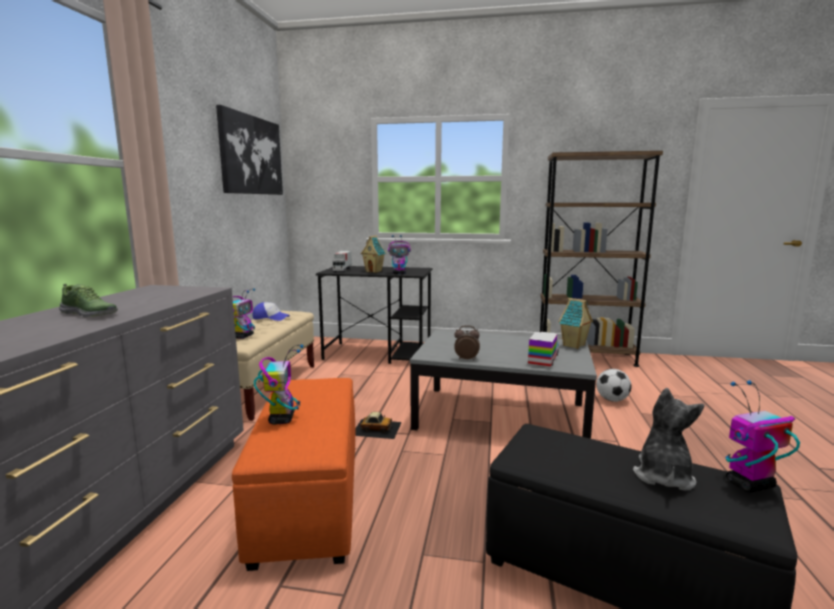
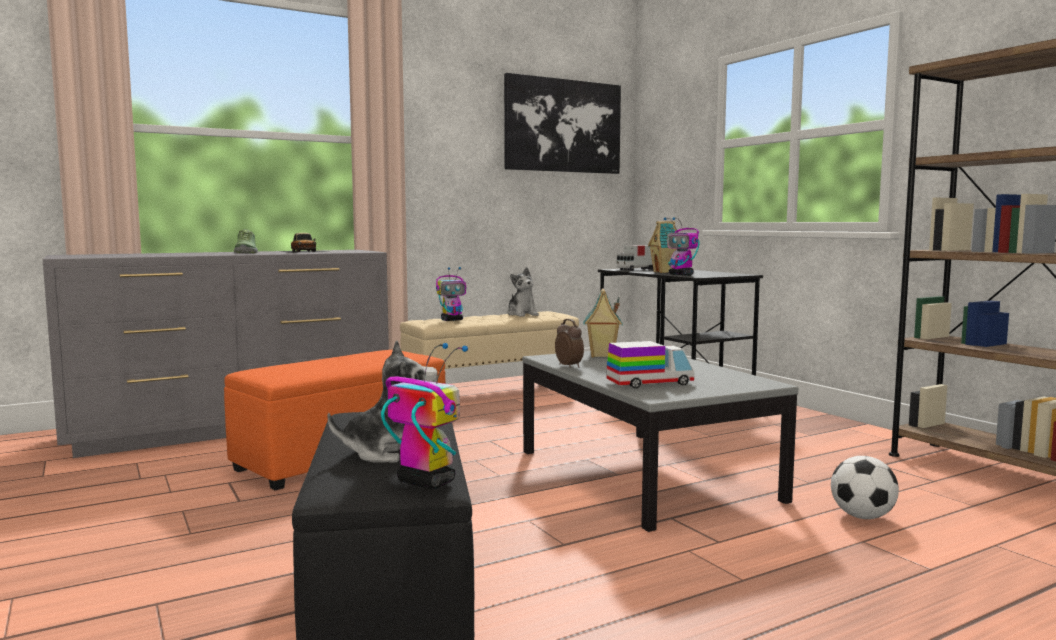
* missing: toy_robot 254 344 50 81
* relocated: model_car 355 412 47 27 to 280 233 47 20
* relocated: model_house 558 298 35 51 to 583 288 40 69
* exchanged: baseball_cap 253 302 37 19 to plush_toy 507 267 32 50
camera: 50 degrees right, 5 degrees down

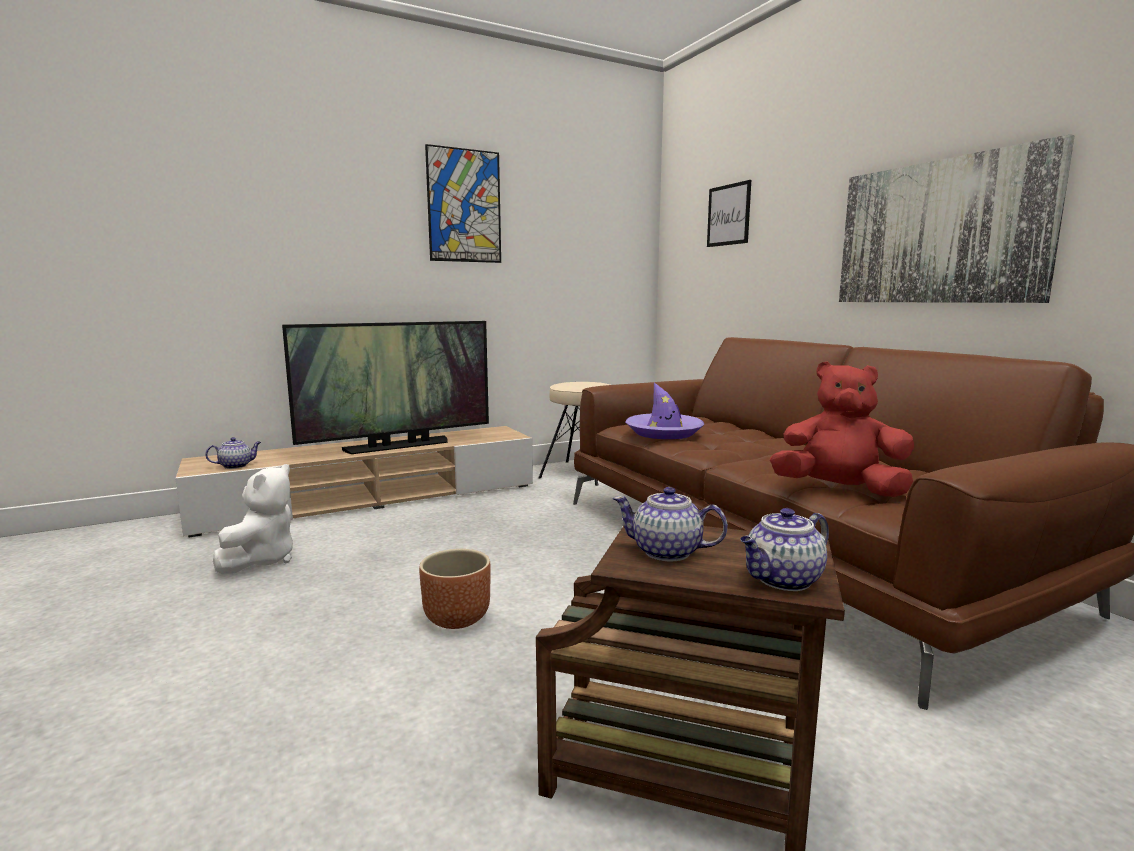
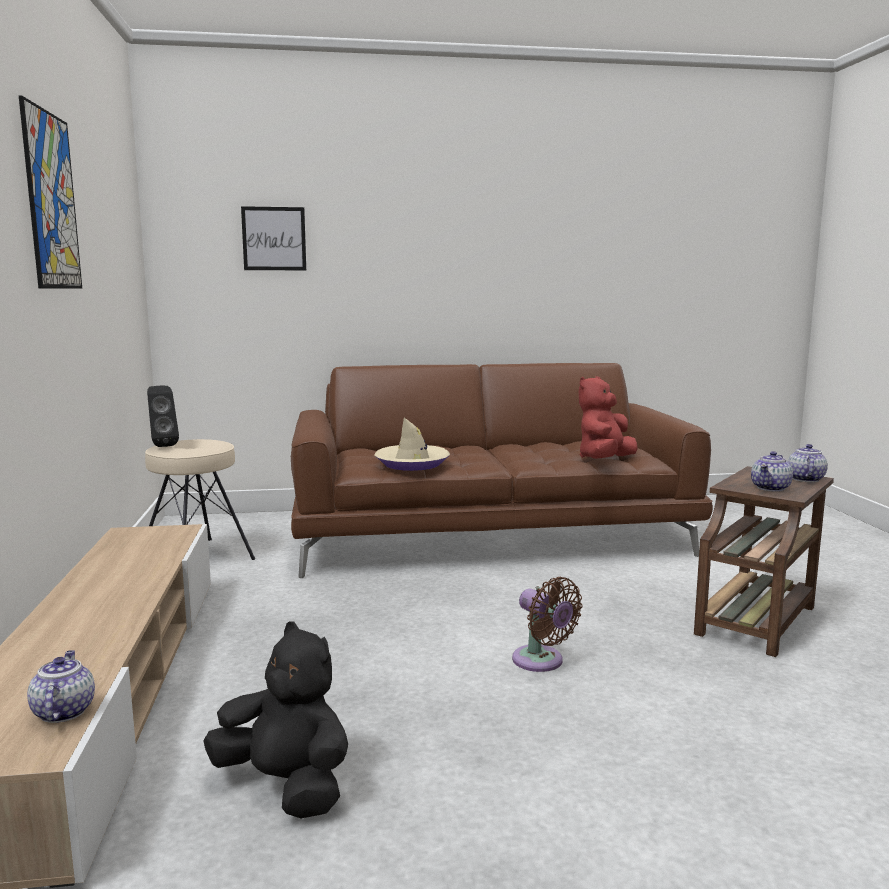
* missing: television 282 321 207 133
* missing: wall_art 839 134 236 169
* appeared: blackish_audio_speaker 147 386 32 61
* exchanged: brown-coloured_flower_pot 419 549 72 80 to brown-coloured_fan 512 577 71 95
* colour: white_plush_toy 213 464 80 110 to blackish_plush_toy 203 622 145 196
* colour: purple-coloured_hat 625 382 79 57 to sand-coloured_hat 375 417 75 54
* spun: tea_pot 740 508 89 83 = 787 444 41 38 150 degrees counterclockwise
camera: 70 degrees left, 0 degrees up

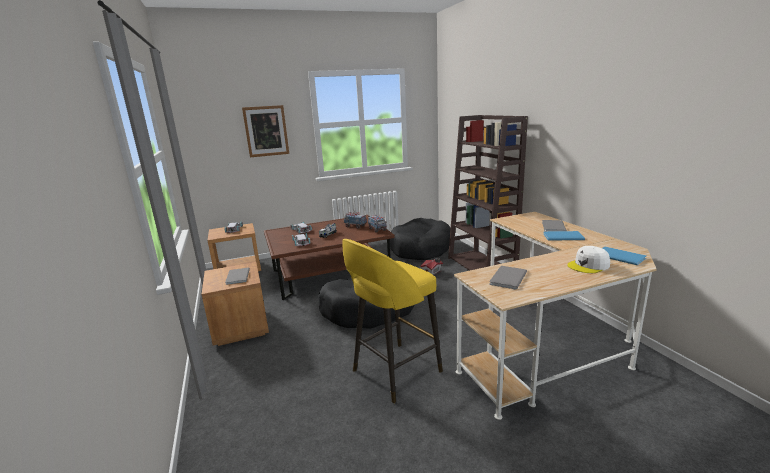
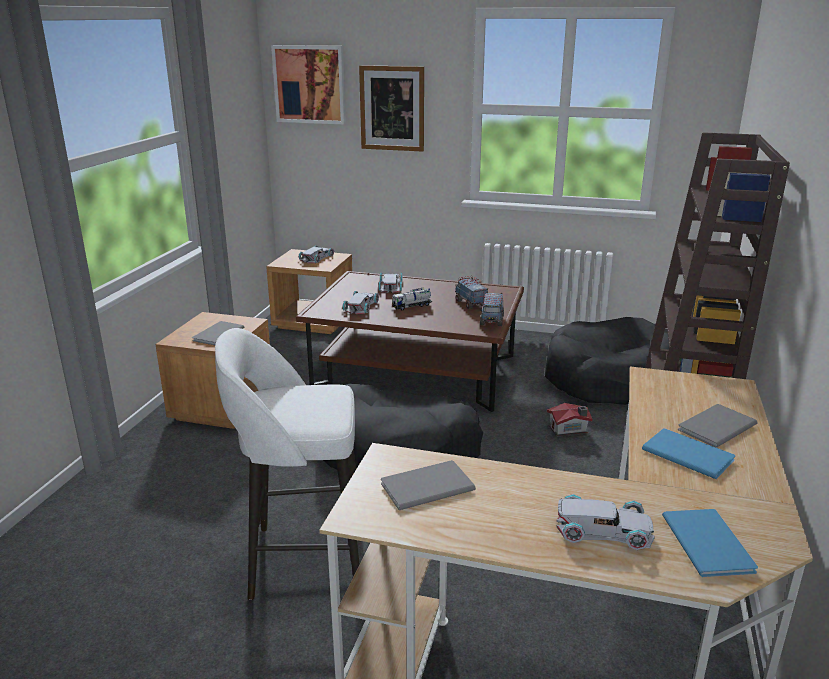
* appeared: wall_art 271 45 75 79
* exchanged: white_baseball_cap 567 246 43 27 to white_model_car 557 494 98 56
* colour: yellowish_sitting_stool 342 239 101 164 to white_sitting_stool 215 328 144 272
camera: 35 degrees right, 5 degrees up

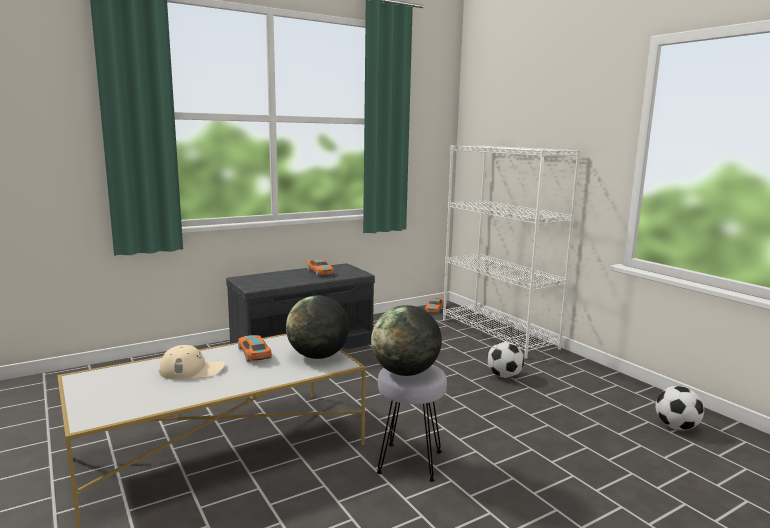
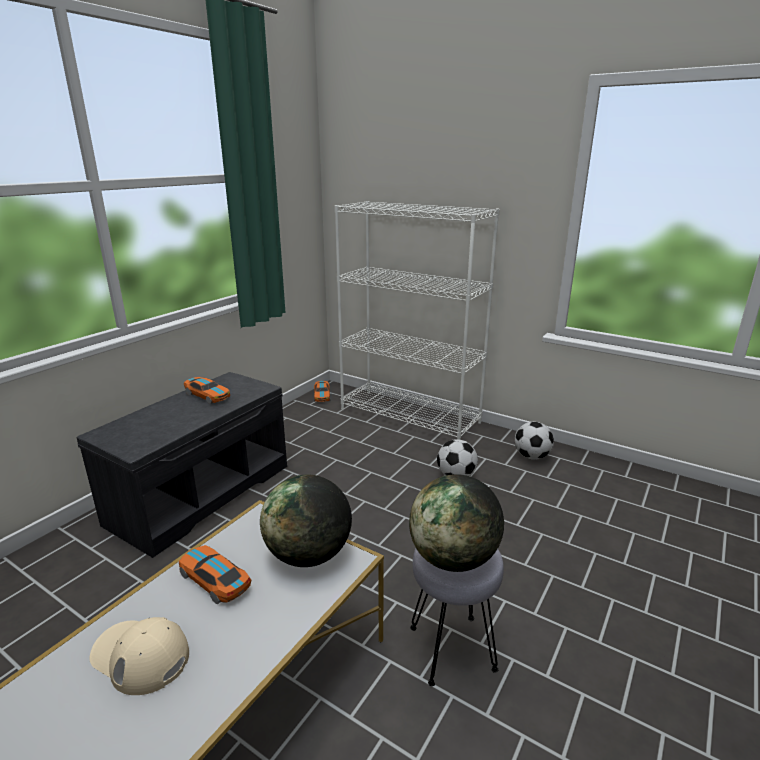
* relocated: ball_for_football 655 386 49 44 to 515 422 39 38
* spun: sand-coloured_baseball_cap 159 345 66 35 = 90 617 99 78 120 degrees counterclockwise
camera: 25 degrees left, 10 degrees up

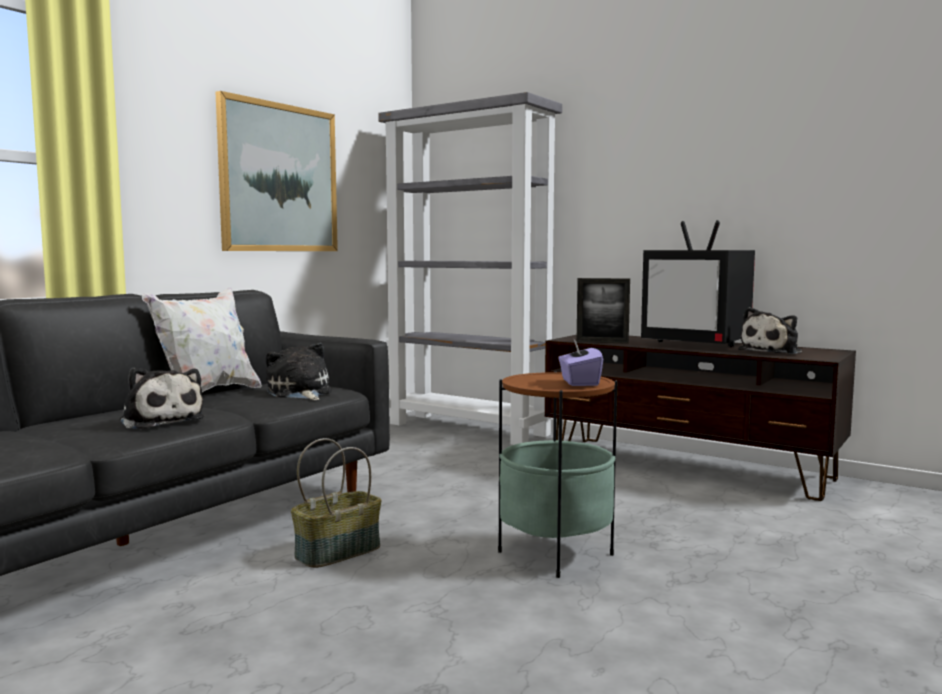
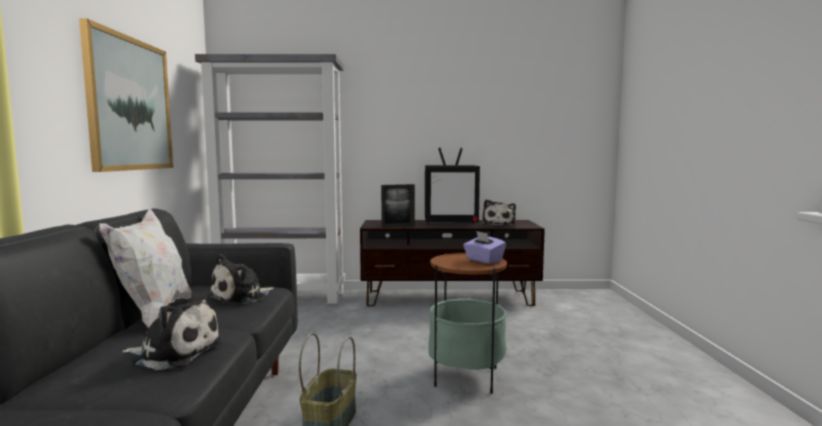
* spun: plush_toy 266 343 66 57 = 208 254 66 51 75 degrees counterclockwise
camera: 35 degrees left, 0 degrees up

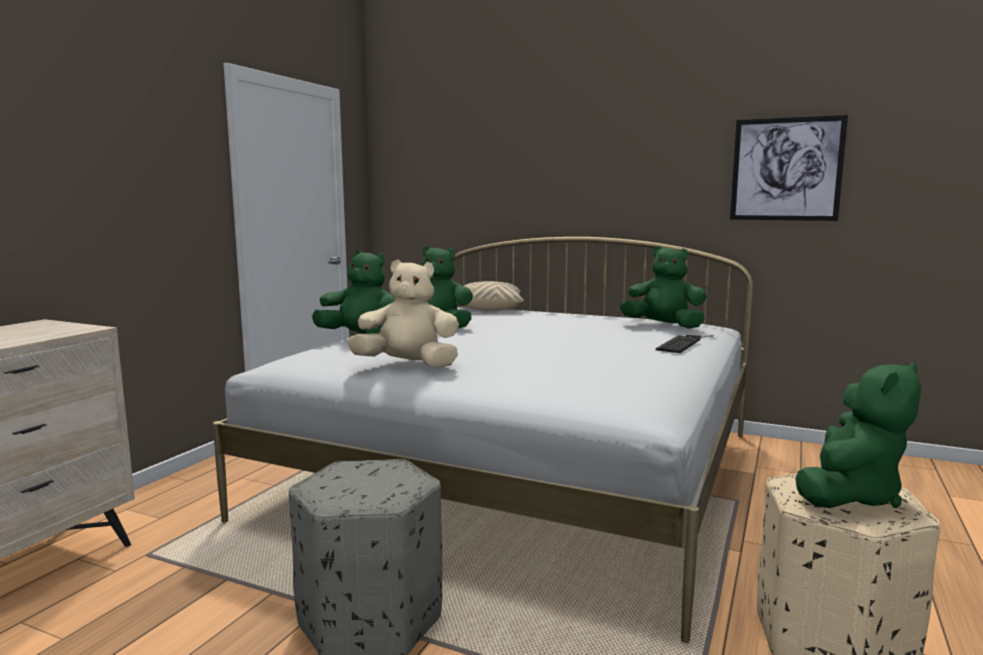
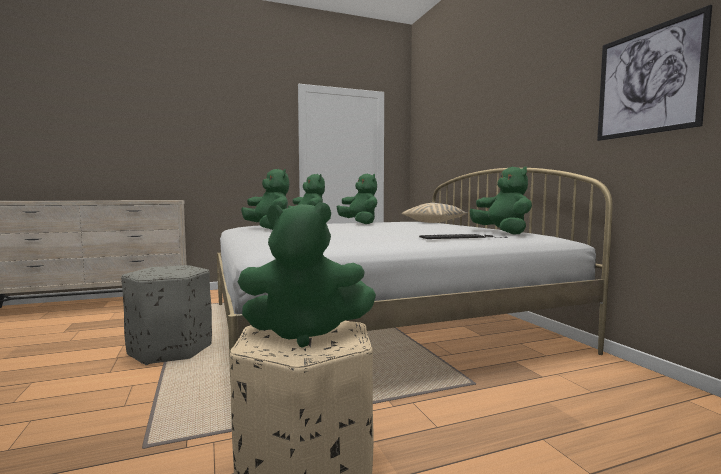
* colour: sand-coloured_plush_toy 347 260 112 108 to green_plush_toy 241 169 49 61
camera: 45 degrees right, 5 degrees down

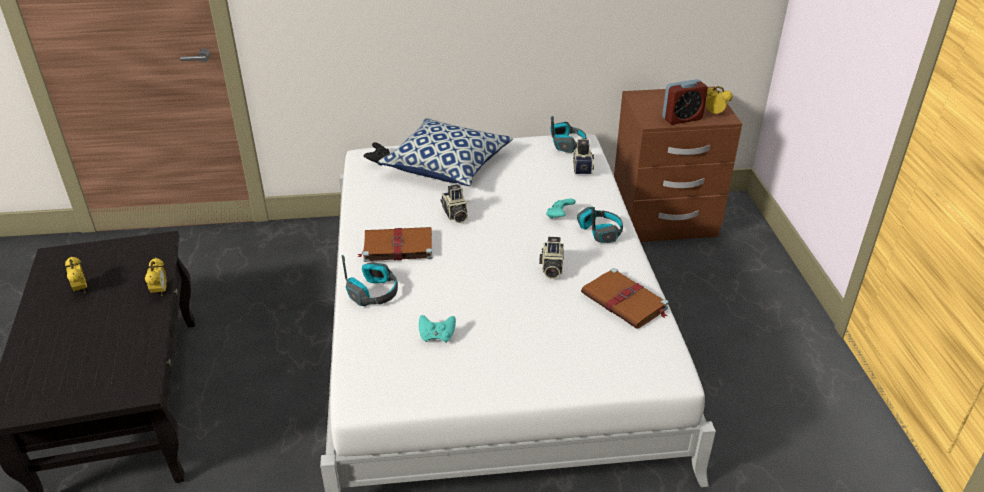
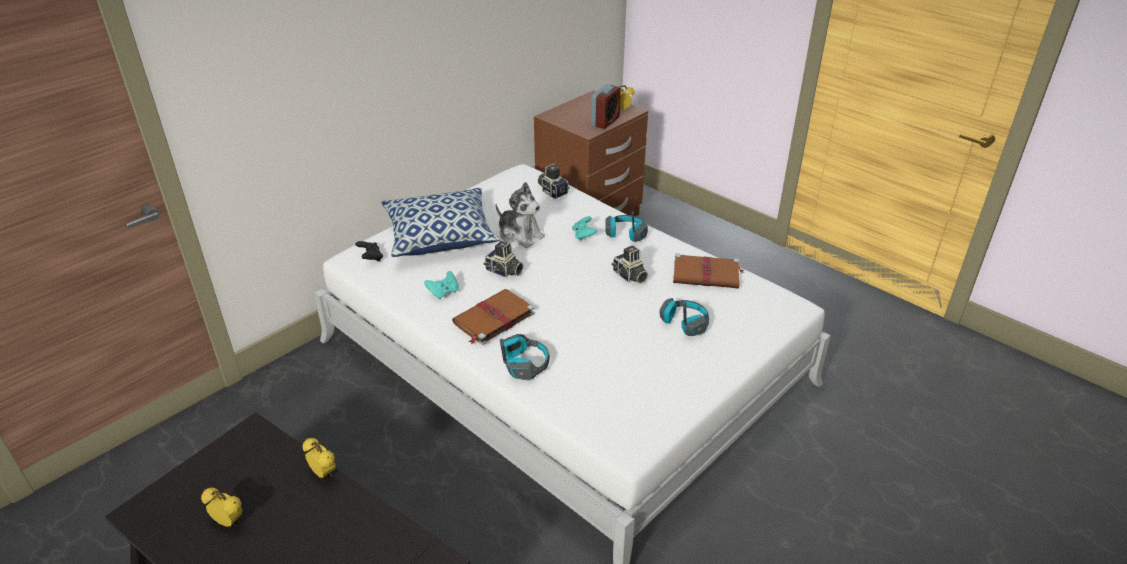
* appeared: plush_toy 495 182 50 66
* relocated: turquoise_game_controller 419 315 37 28 to 424 271 35 29
* relocated: pair_of_headphones 550 116 37 37 to 660 298 49 38
camera: 40 degrees left, 0 degrees up

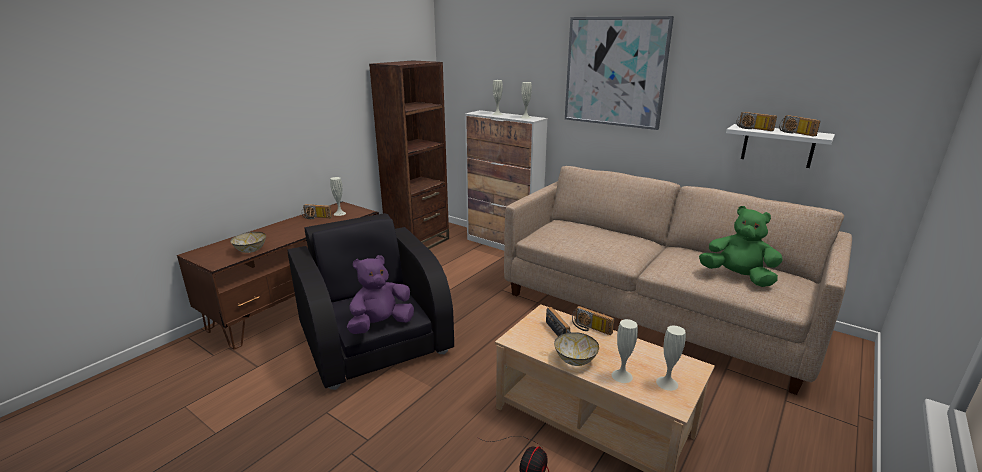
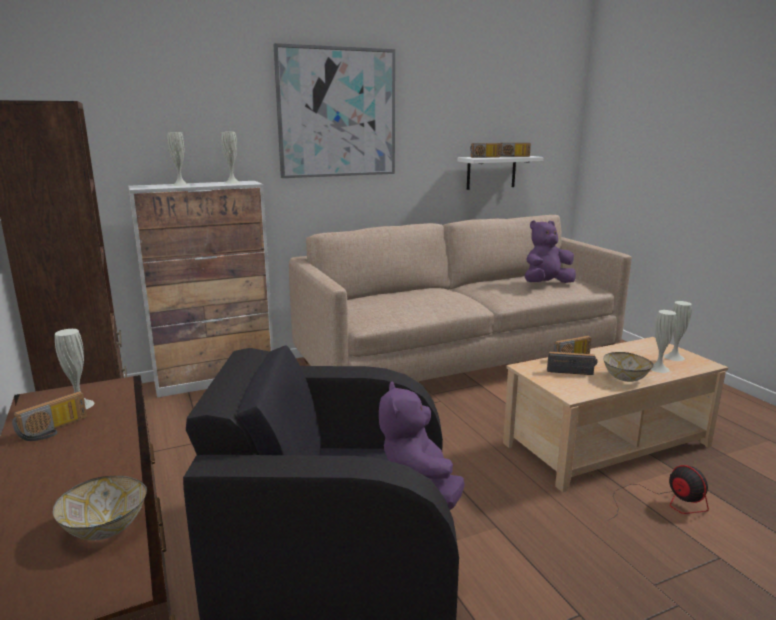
* colour: green_plush_toy 699 206 84 81 to purple-coloured_plush_toy 525 220 51 63
camera: 60 degrees left, 5 degrees down

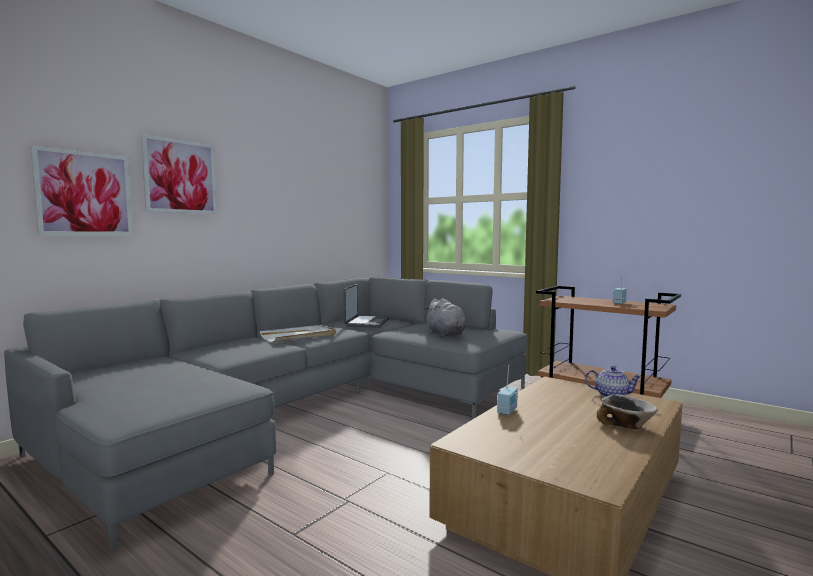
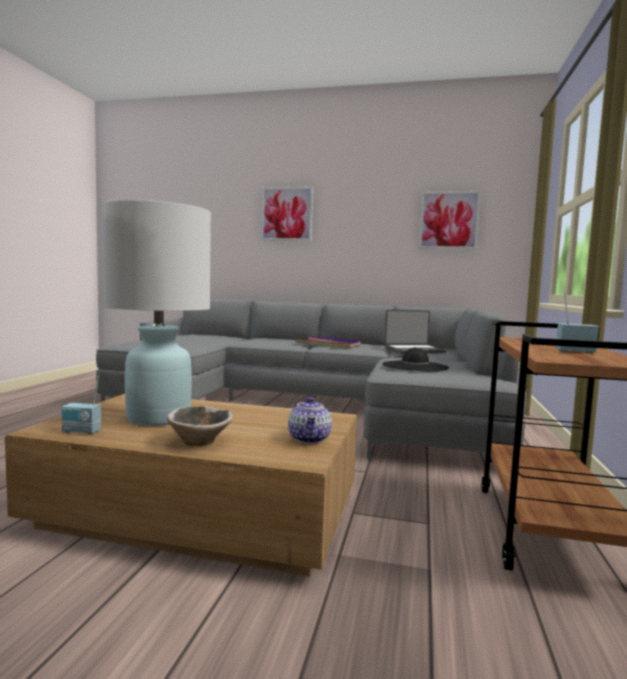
* appeared: white_table_lamp 103 200 108 226
* relocated: wall_art 31 146 102 89 to 419 191 62 59
* relocated: radio 497 364 21 51 to 62 375 39 59
* exchanged: greyish_plush_toy 425 298 41 39 to blackish_hat 383 347 66 25
* colour: white_tray 260 325 76 17 to purple-coloured_tray 294 336 67 13
camera: 65 degrees right, 0 degrees up

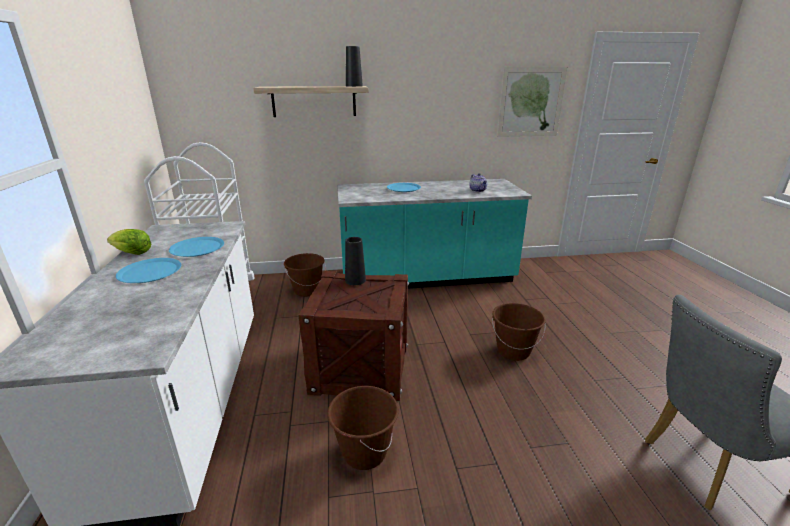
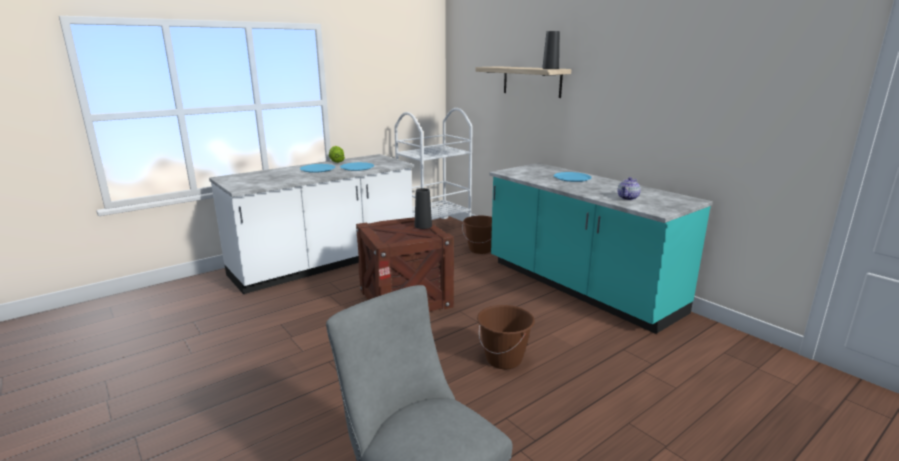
* missing: brown-coloured_pail 327 386 72 84
* missing: wall_art 497 67 70 70
camera: 60 degrees right, 5 degrees down

